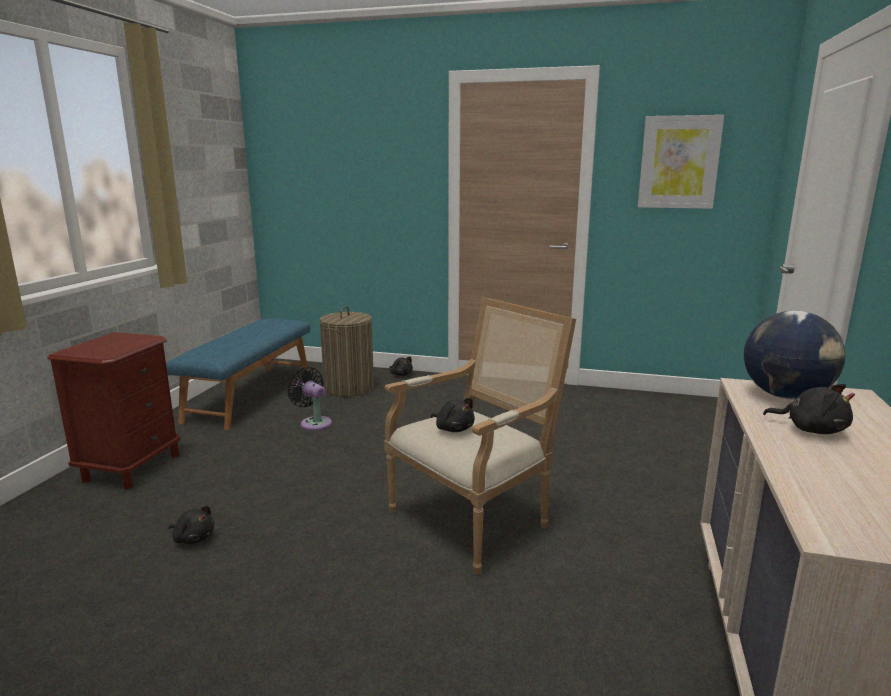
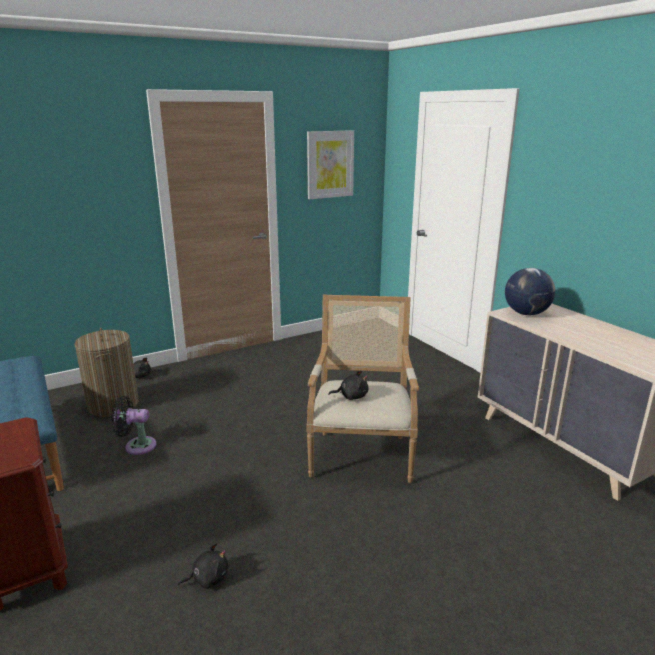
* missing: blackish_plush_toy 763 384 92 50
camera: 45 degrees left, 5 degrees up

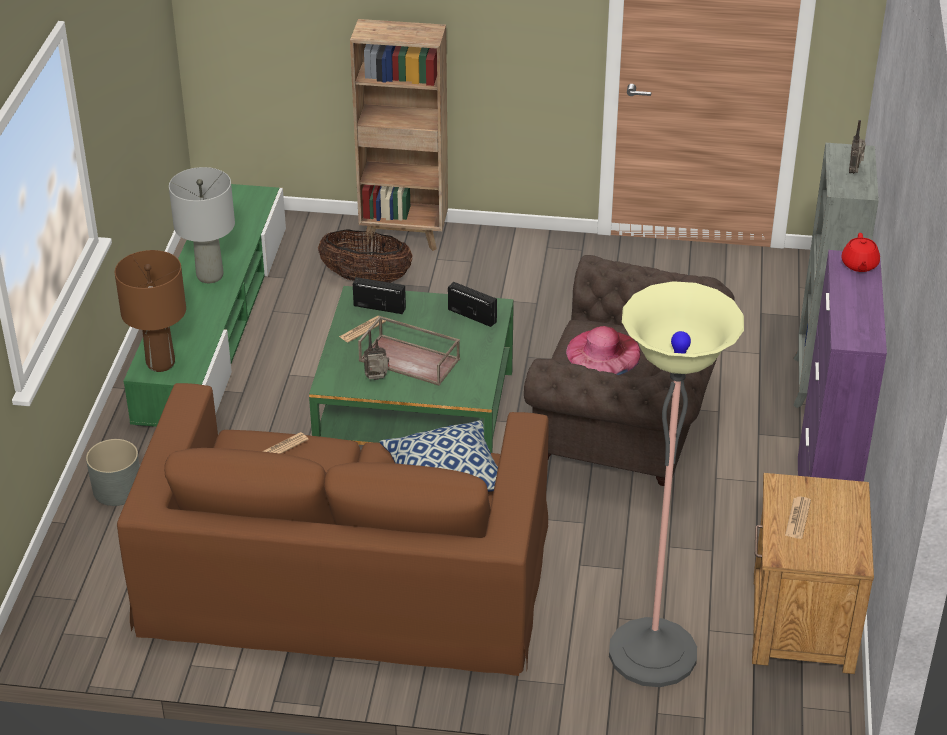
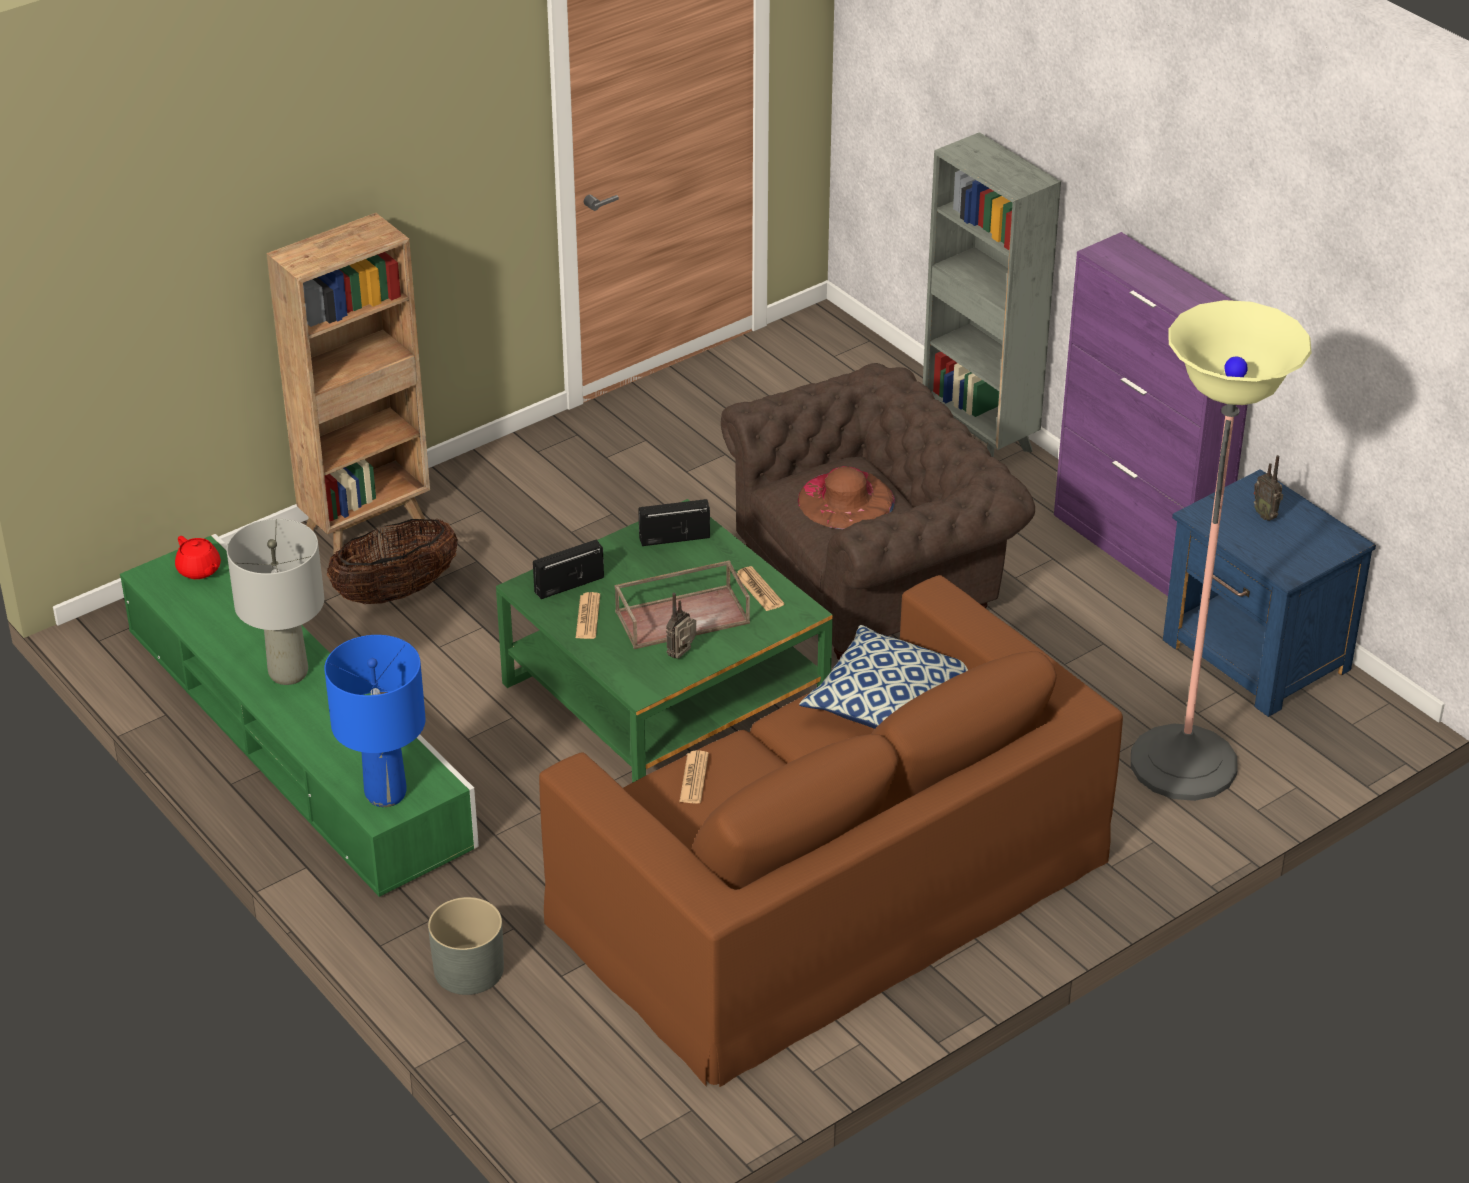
* relocated: newspaper 785 496 26 43 to 737 566 47 45
* relocated: reddish_tea_pot 841 233 39 39 to 175 536 46 43
* relocated: radio 849 120 17 54 to 1254 455 29 66
* colour: brown-coloured_table_lamp 115 250 71 122 to bluish_table_lamp 324 635 102 172
* colour: pinkish_hat 566 326 75 49 to brown-coloured_hat 798 466 97 63
* colour: brown-coloured_night_table 752 473 122 201 to bluish_night_table 1163 469 213 248
camera: 45 degrees left, 0 degrees up

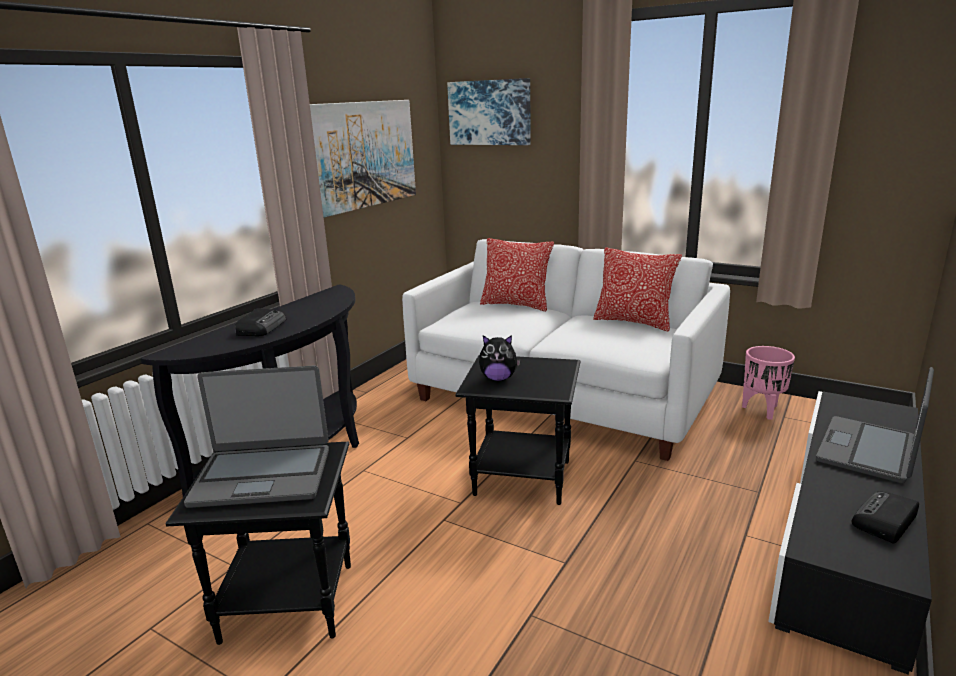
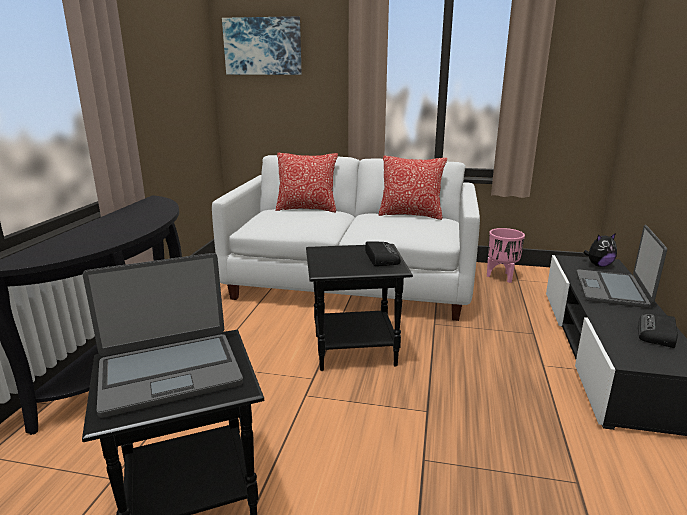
* missing: wall_art 310 100 106 118
* relocated: radio 235 308 51 28 to 365 241 36 25
* relocated: plush_toy 479 335 42 46 to 583 233 34 34
camera: 20 degrees left, 0 degrees up

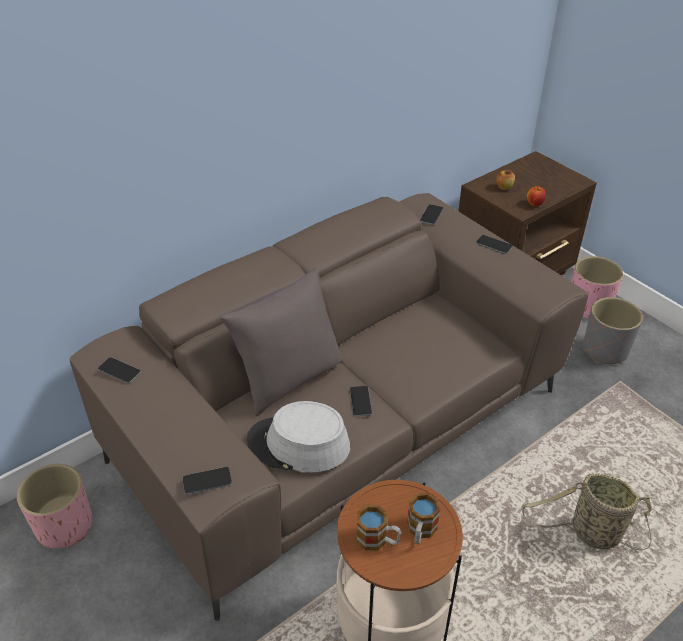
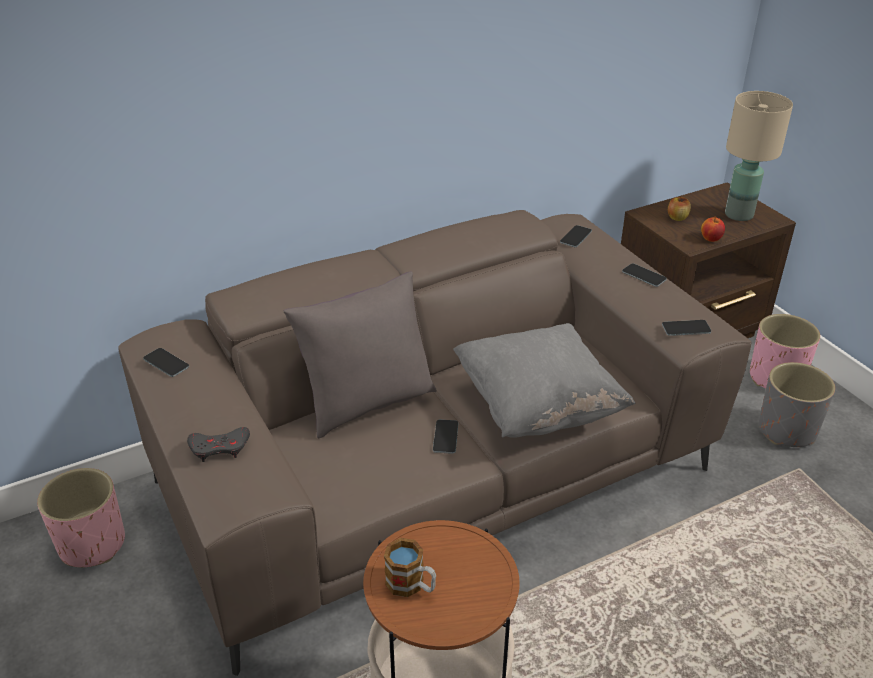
* missing: greyish_hat 247 401 103 72
* missing: mug 407 492 33 52
* missing: basket 522 473 130 78
* appeared: greyish_game_controller 187 427 63 35
* appeared: greyish_throw_pillow 453 323 183 115
* appeared: sand-coloured_table_lamp 725 91 68 130
* relocated: handset 182 467 50 27 to 662 320 49 16
camera: 10 degrees right, 5 degrees down

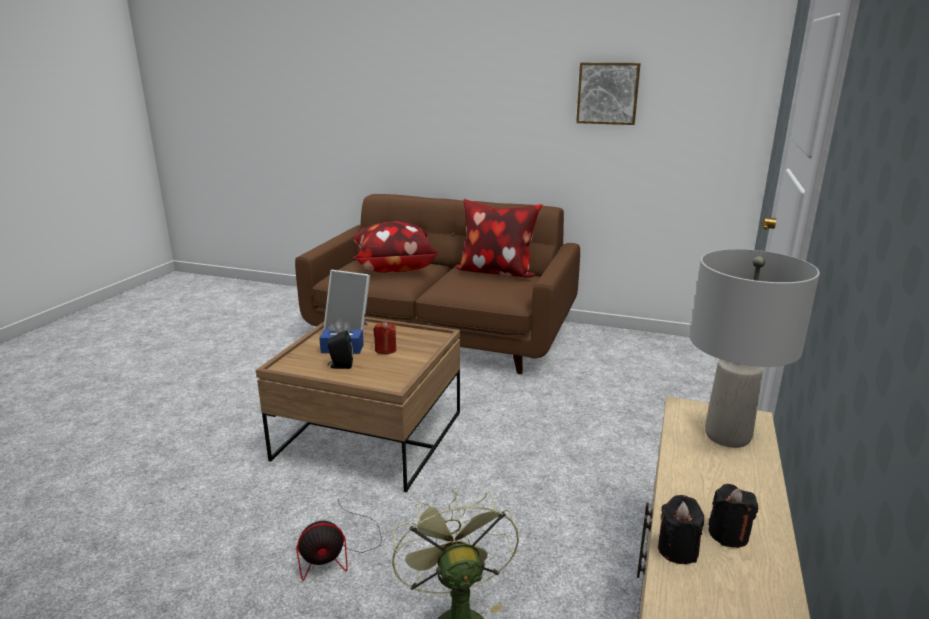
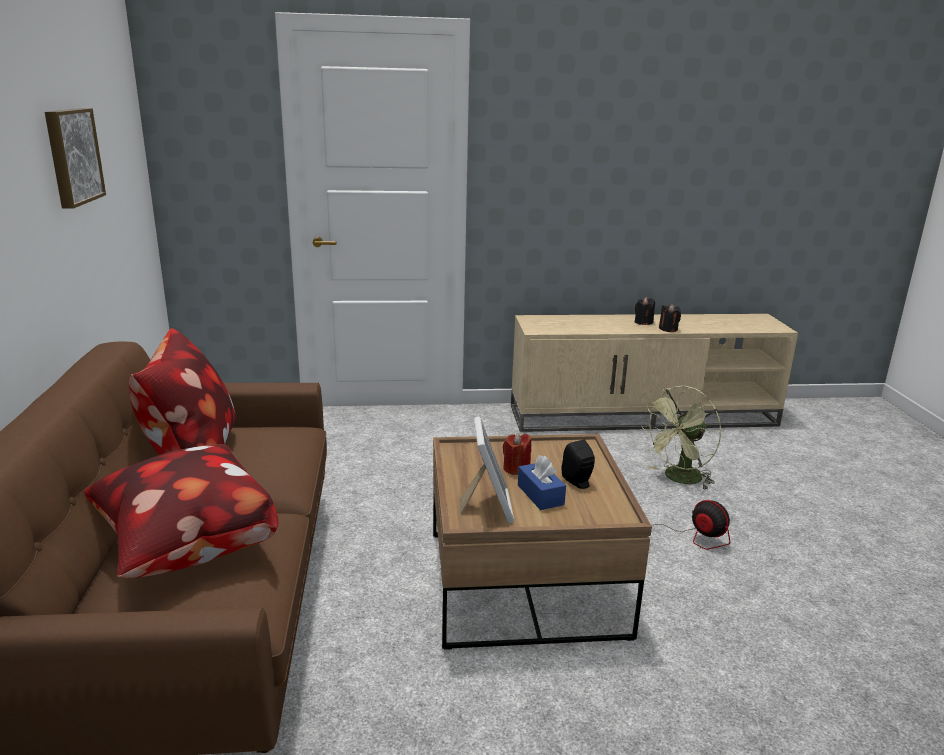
* missing: greyish_table_lamp 690 249 130 199
camera: 115 degrees left, 0 degrees up

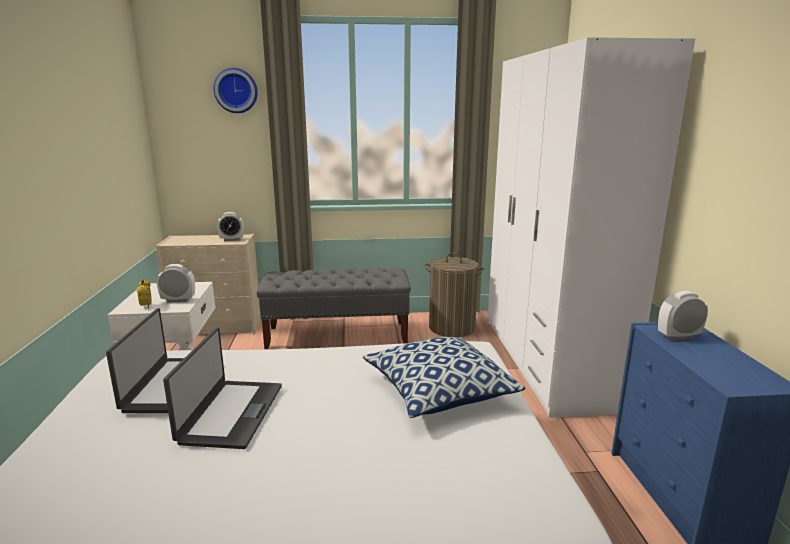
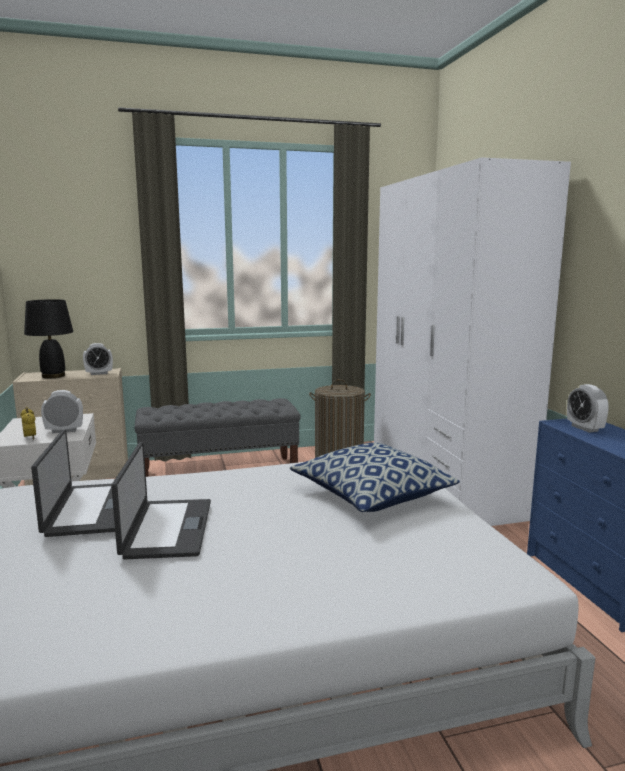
* missing: clock_on_the_wall 213 68 45 45
* appeared: blackish_table_lamp 24 299 49 79
* spun: table_clock 658 291 50 50 = 567 384 41 49 90 degrees counterclockwise
camera: 10 degrees left, 5 degrees down

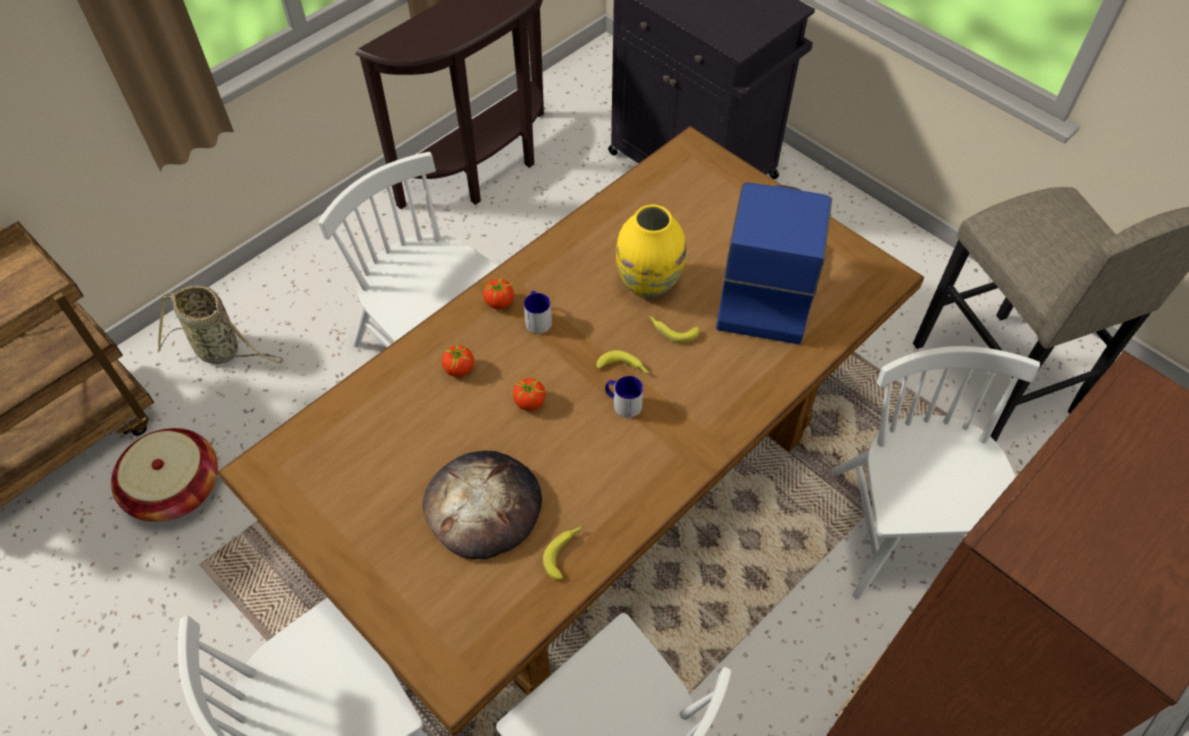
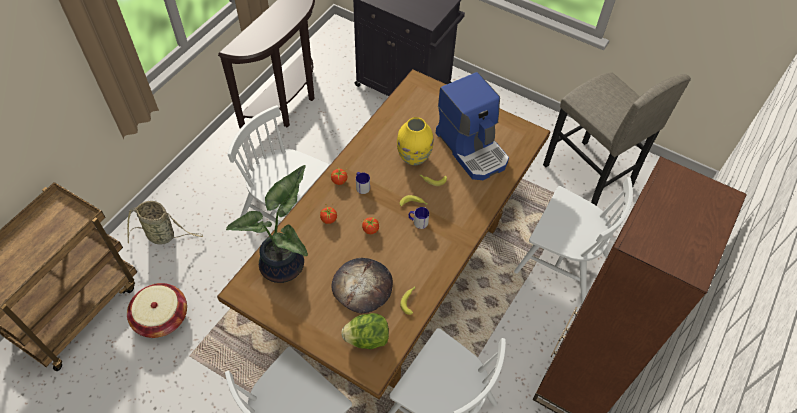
* appeared: houseplant 226 165 82 118
* appeared: lettuce 341 313 48 36
* spun: coffee_maker 716 183 116 161 = 436 72 73 108 150 degrees clockwise
* spun: white_chair 831 346 209 253 = 514 177 119 126 135 degrees clockwise
camera: 15 degrees left, 0 degrees up

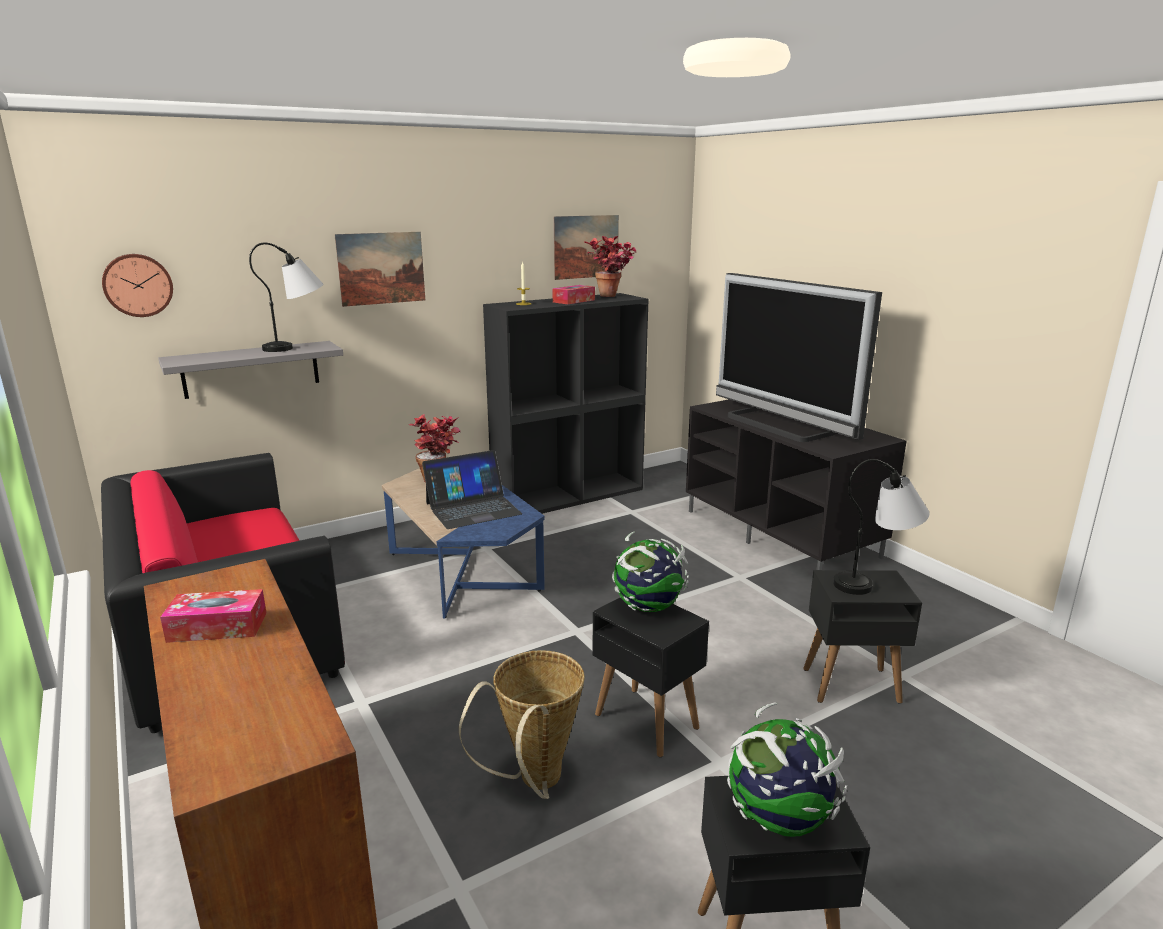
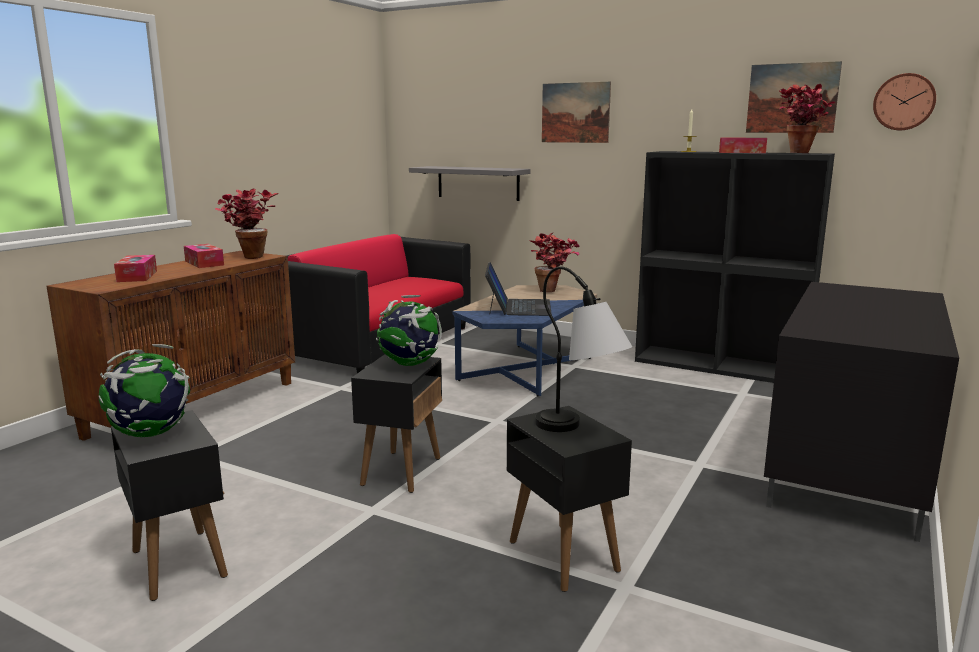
* missing: table_lamp 249 243 74 109
* missing: basket 459 650 126 149
* missing: television 716 273 166 169
* appeared: box_of_tissues 114 255 43 27
* appeared: houseplant 215 188 63 71
* relocated: clock_on_the_wall 102 254 71 63 to 873 73 63 57
* spun: laptop 422 450 100 79 = 485 262 67 54 120 degrees counterclockwise
camera: 60 degrees right, 5 degrees down

